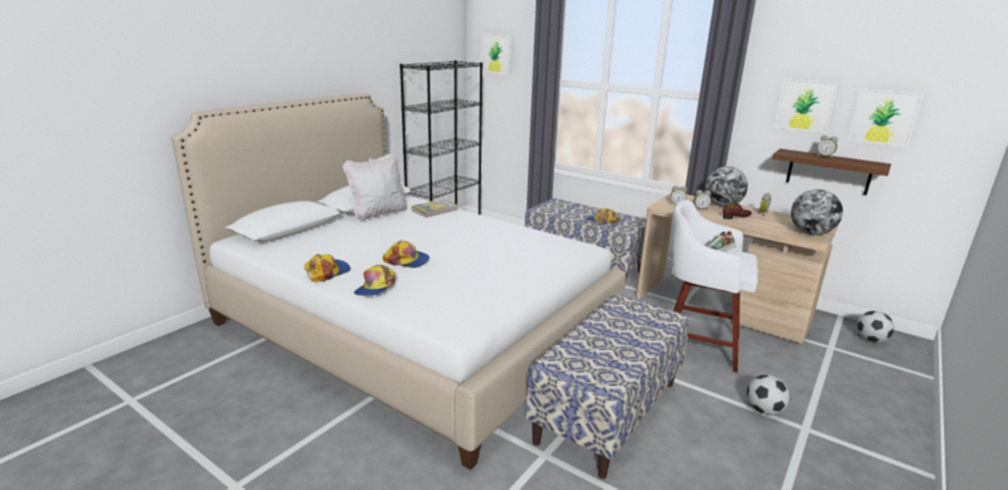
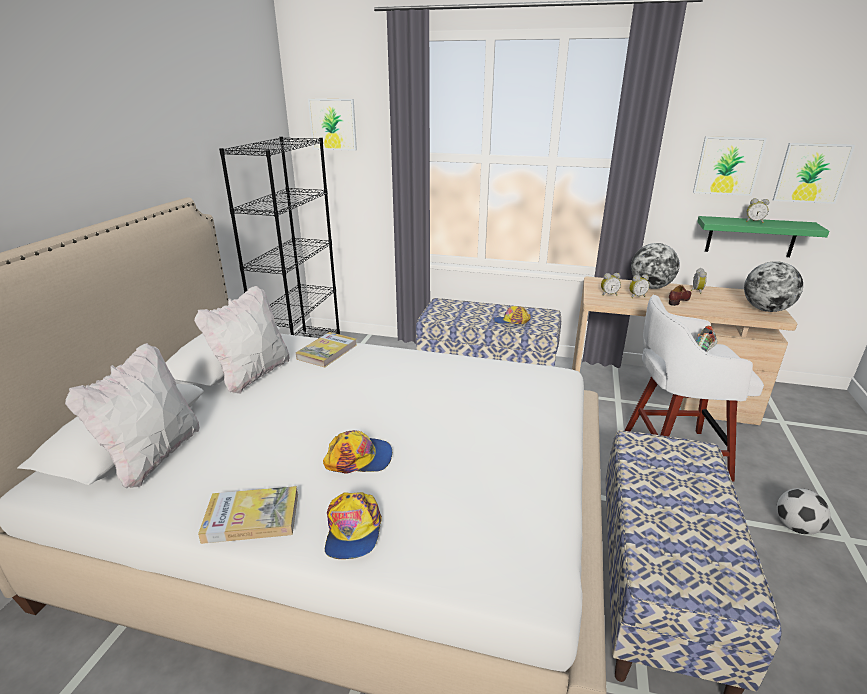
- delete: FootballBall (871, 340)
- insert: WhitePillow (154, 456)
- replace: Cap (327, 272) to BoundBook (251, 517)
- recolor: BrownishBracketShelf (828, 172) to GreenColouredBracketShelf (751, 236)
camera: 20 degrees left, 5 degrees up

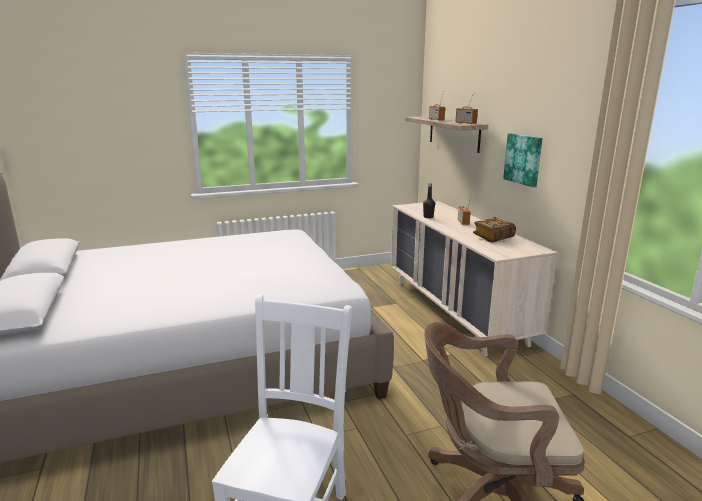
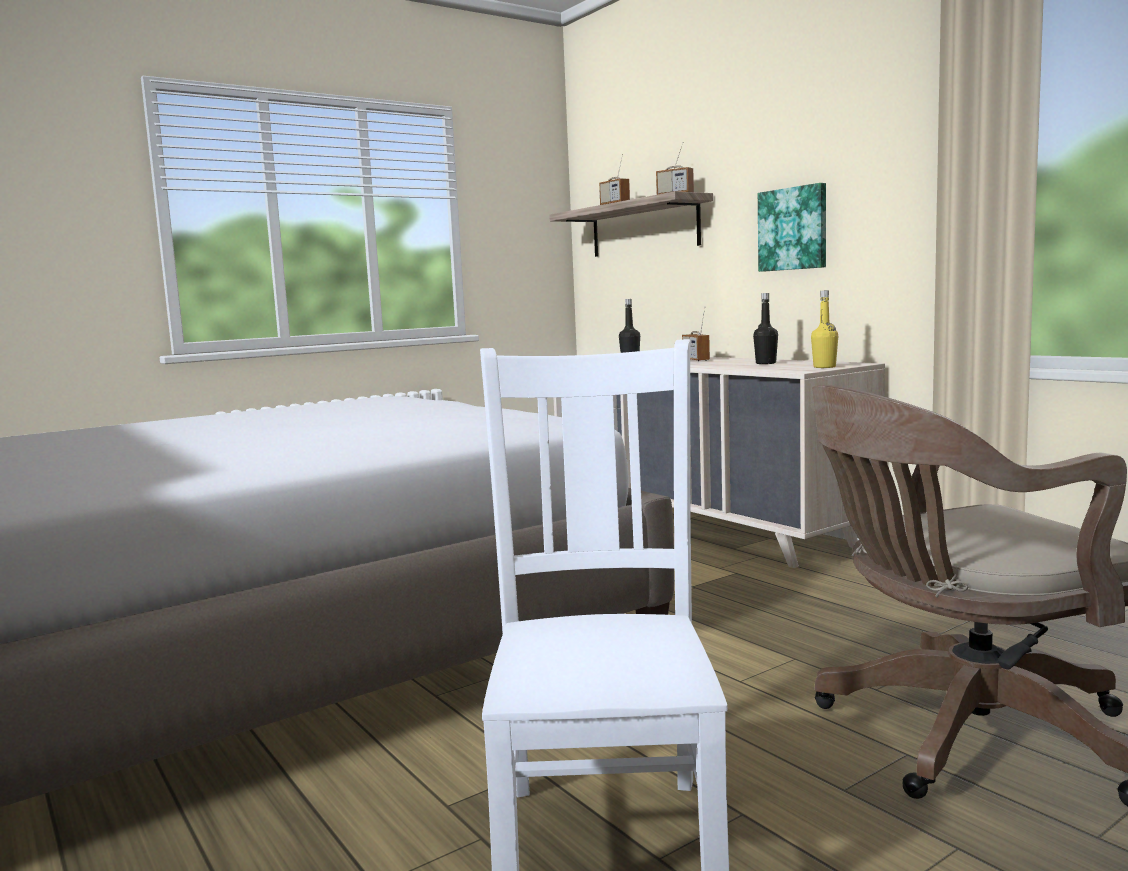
- insert: YellowDrinkBottle (824, 367)
- replace: BoundBook (493, 237) to BlackDrinkBottle (766, 363)
camera: 15 degrees left, 10 degrees down

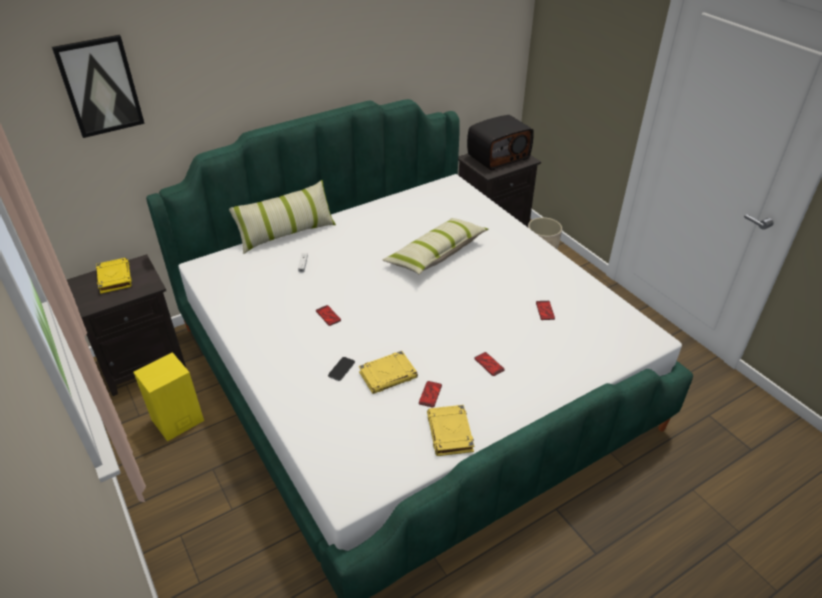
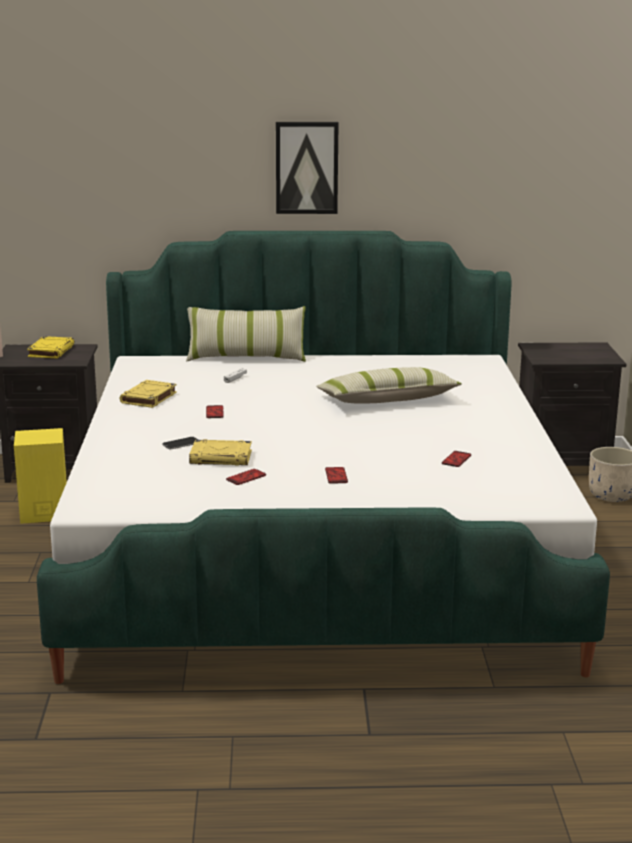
- delete: RadioSet (498, 156)
- move: WallPicture (100, 86) to (306, 167)
- move: YellowBoundBook (450, 433) to (148, 398)
camera: 30 degrees right, 20 degrees down

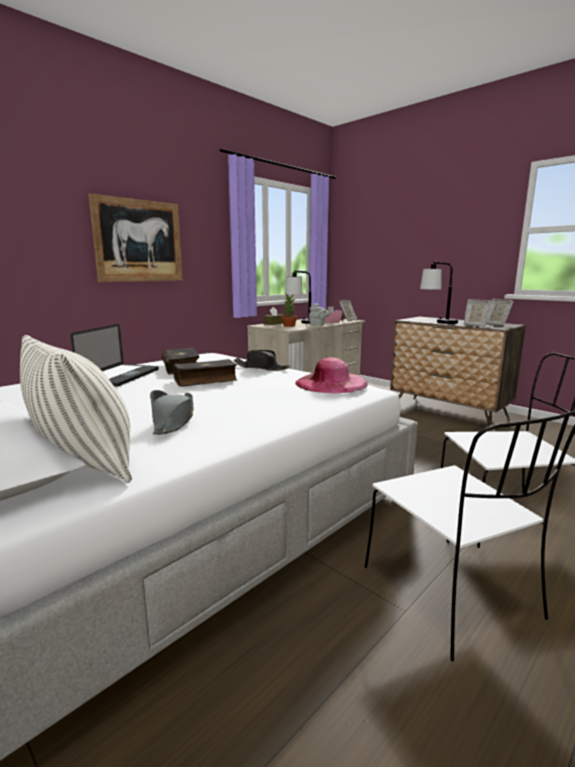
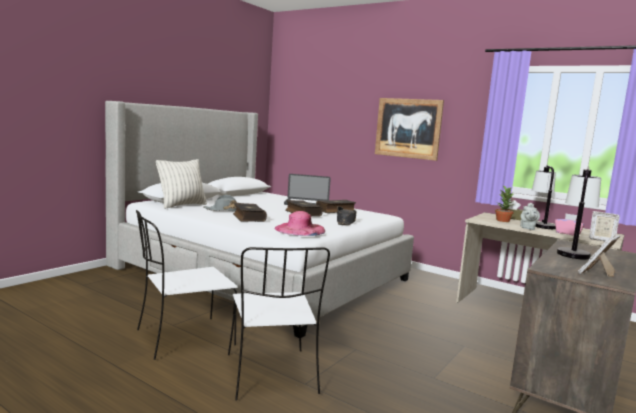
- delete: PhotoFrame (475, 325)
- insert: BoundBook (248, 218)
camera: 80 degrees right, 5 degrees down

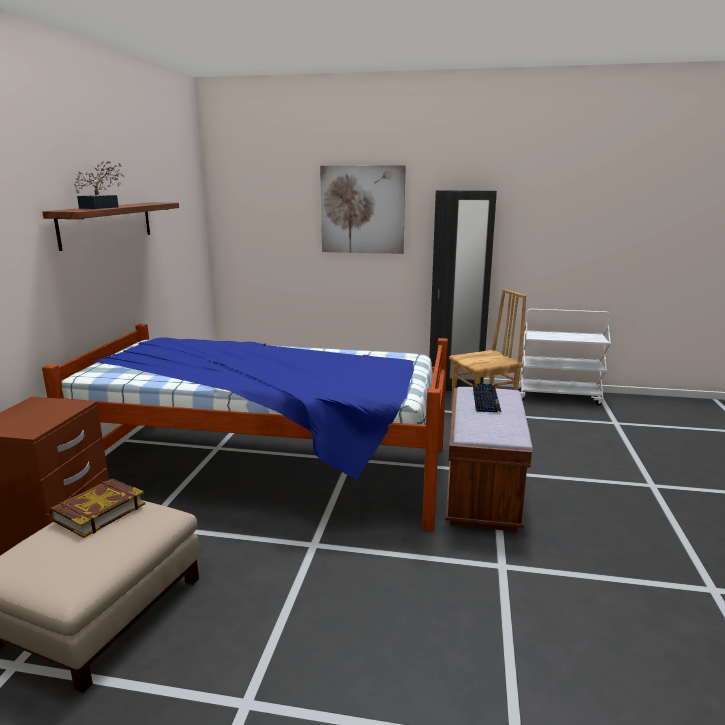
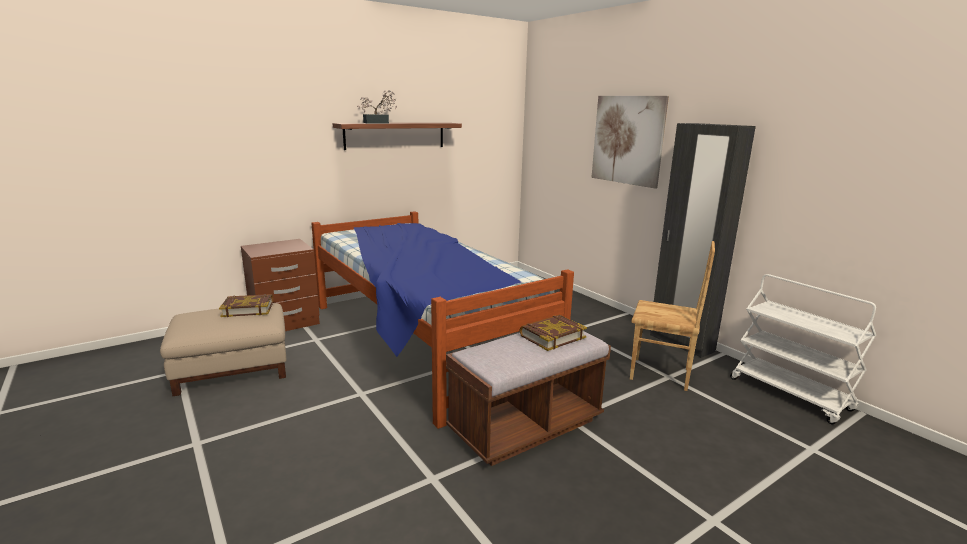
- replace: PcKeyboard (485, 399) to BoundBook (552, 336)
camera: 45 degrees right, 0 degrees up

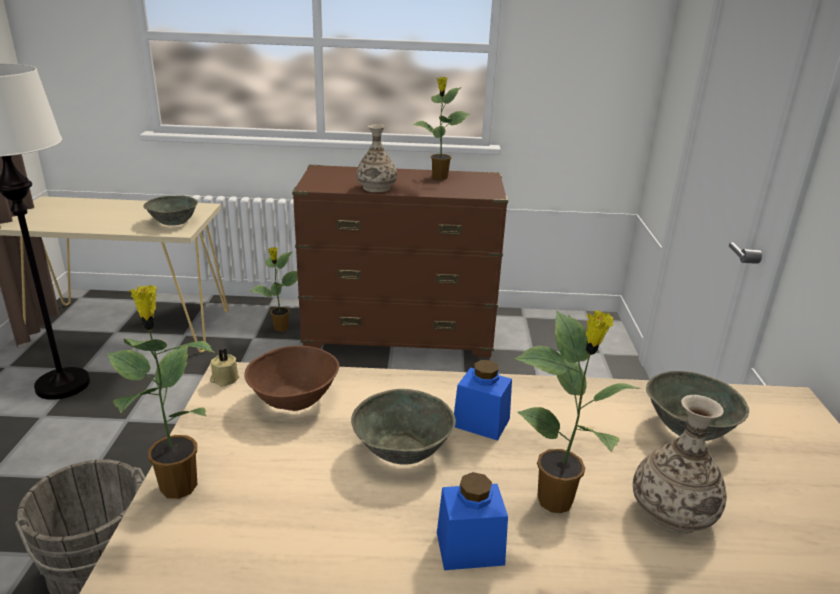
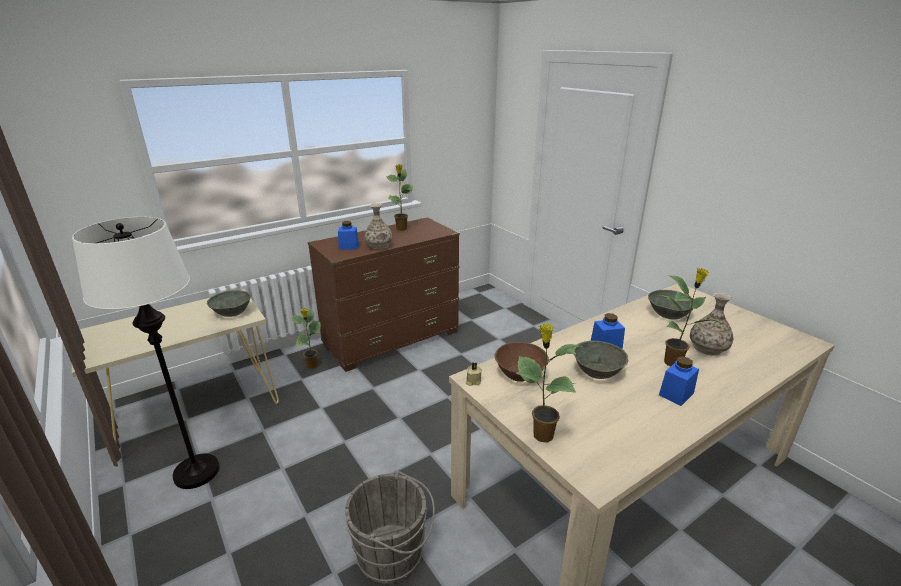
- insert: BluePreserveJar (349, 246)
camera: 35 degrees left, 0 degrees up

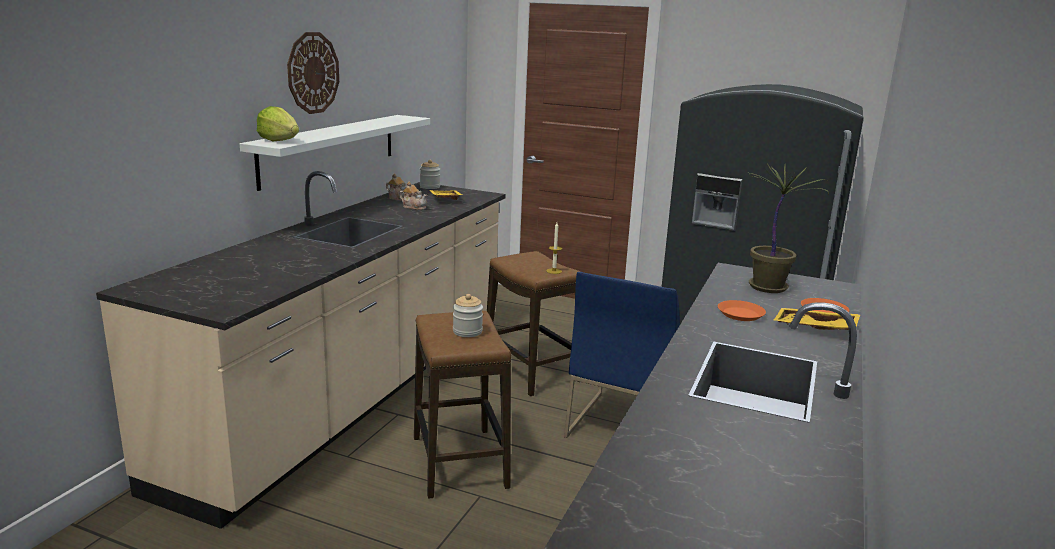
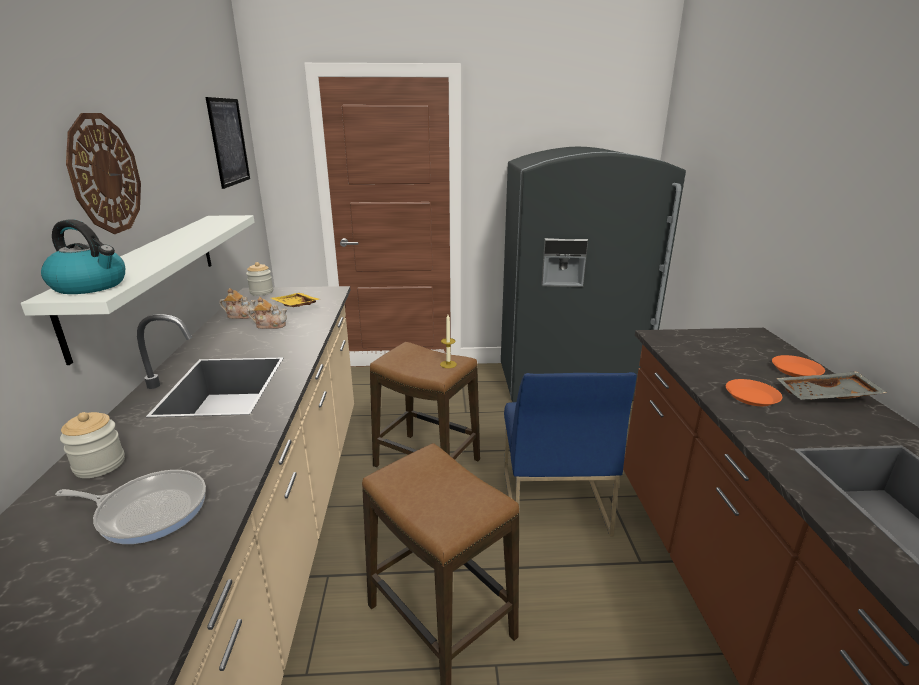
- delete: PottedPlant (769, 287)
- insert: FryingPan (148, 510)
- insert: WallPicture (229, 142)
- move: PreserveJar (467, 332) to (100, 465)
- replace: HeadOfLettuce (279, 141) to WaterKettle (91, 286)
- recolor: YellowServingTray (814, 329) to GreyServingTray (826, 396)
camera: 25 degrees left, 5 degrees up

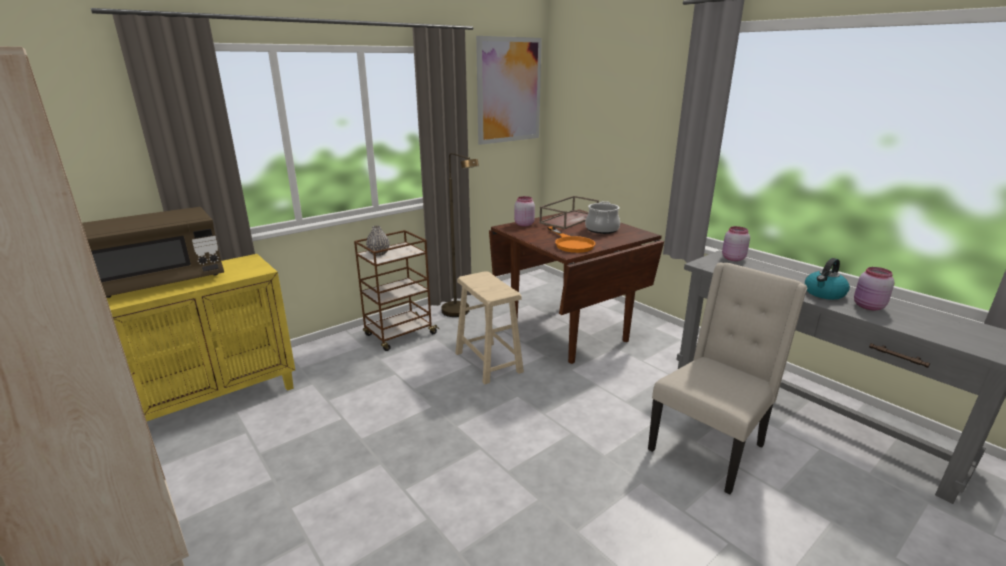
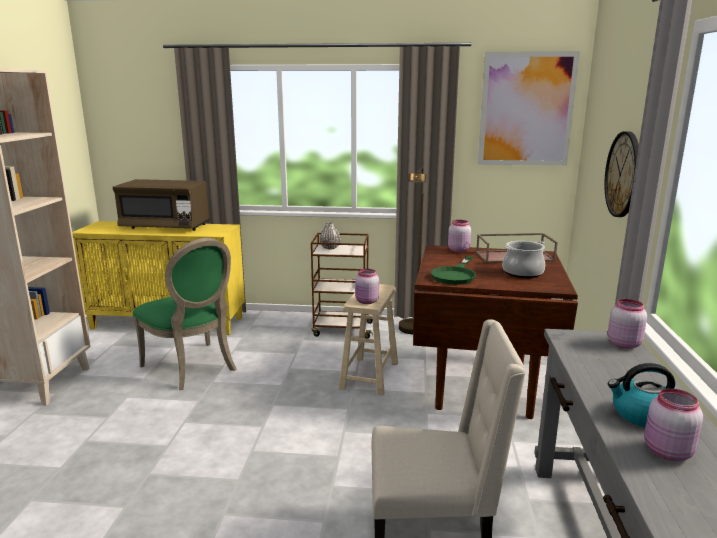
- insert: GreenColouredChair (193, 368)
- insert: PinkishPreserveJar (366, 301)
- insert: HangingClock (623, 174)
- recolor: OrangeFryingPan (571, 244) to GreenColouredFryingPan (455, 275)
camera: 45 degrees right, 5 degrees down

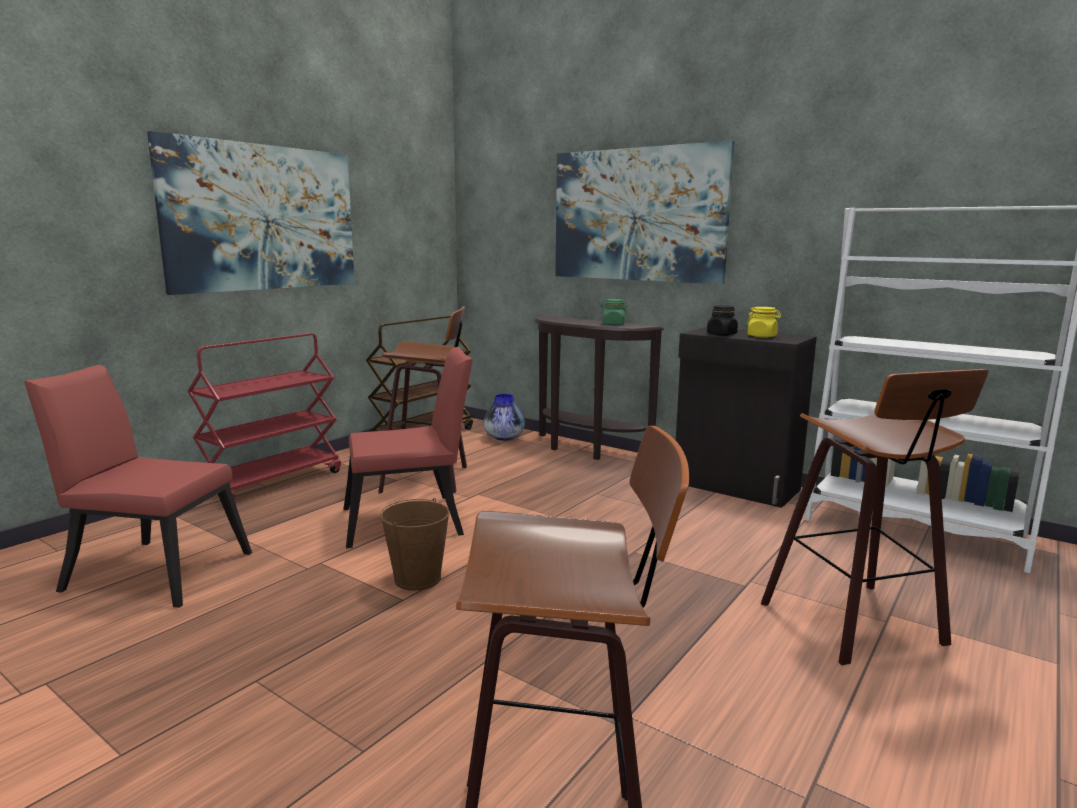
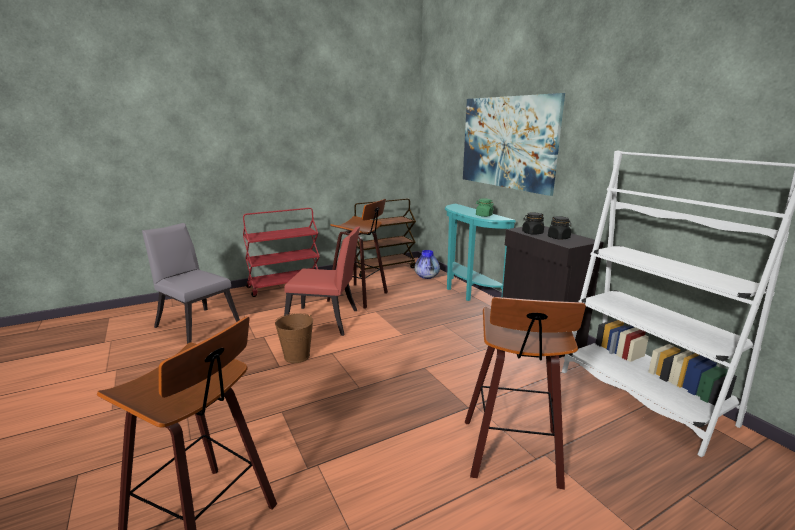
- delete: WallPicture (263, 218)
- recolor: RedChair (152, 570) to GreyChair (196, 324)
- recolor: BrownishNarrowTable (585, 450) to BlueGreenNarrowTable (467, 292)
- recolor: YellowPreserveJar (762, 336) to BlackPreserveJar (558, 238)
camera: 25 degrees right, 5 degrees up

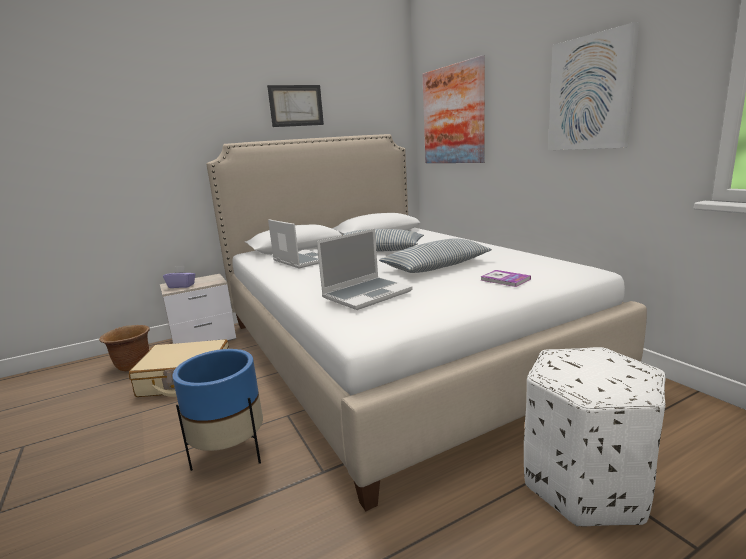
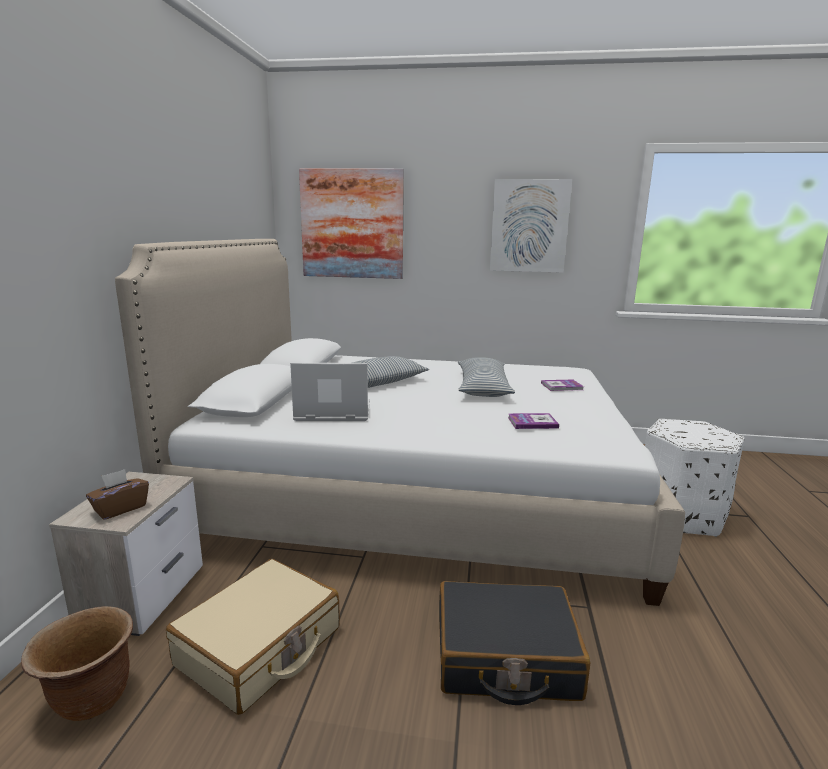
- delete: WallPicture (296, 105)
- replace: BluePlanter (230, 454) to BlackPieceOfLuggage (505, 657)
- replace: Laptop (367, 294) to BoundBook (532, 422)
- recolor: PurpleTissueBox (181, 286) to BrownishTissueBox (120, 508)
camera: 55 degrees left, 0 degrees up

